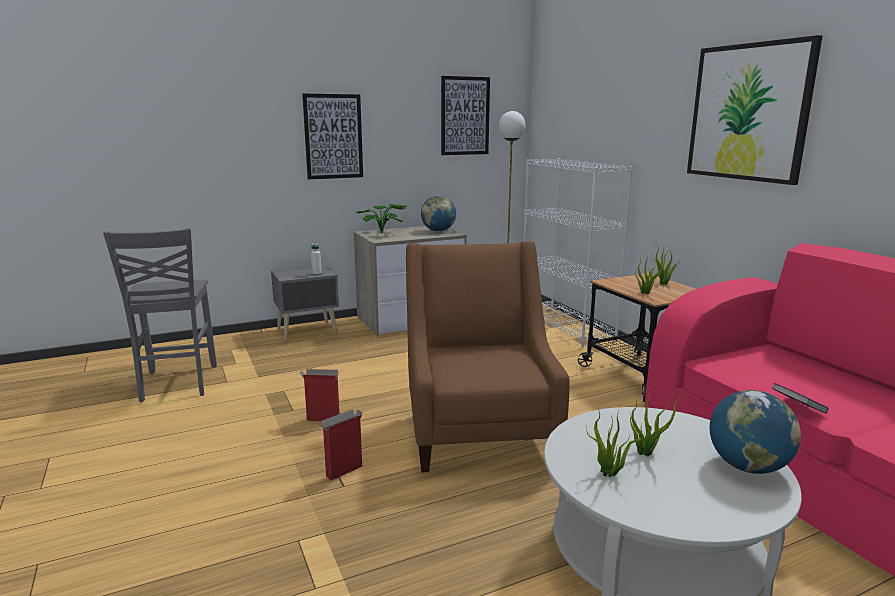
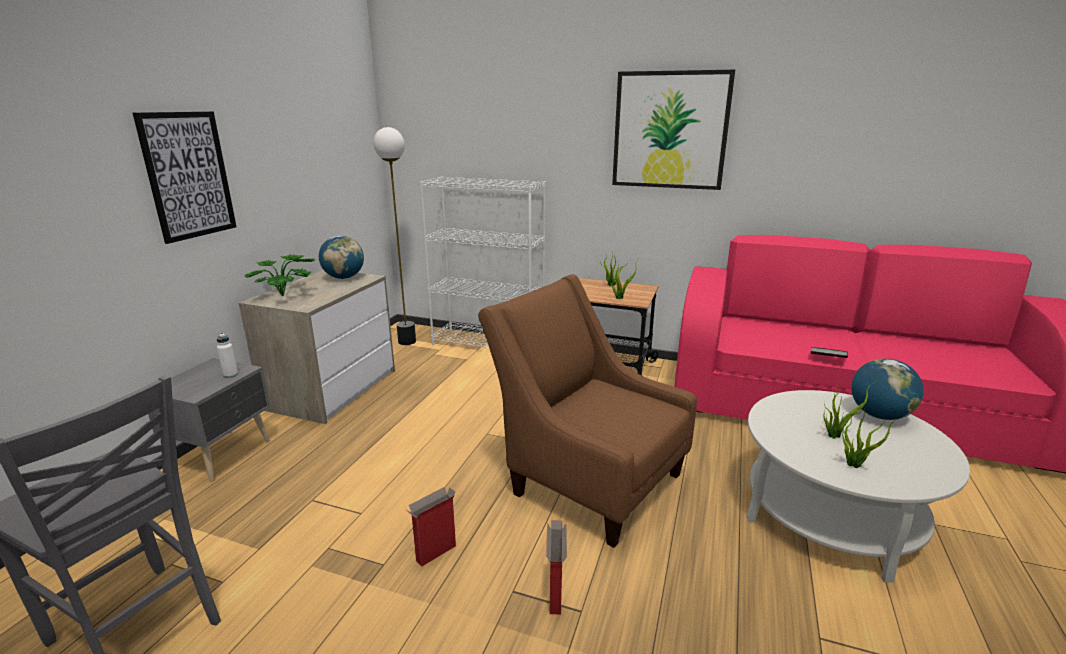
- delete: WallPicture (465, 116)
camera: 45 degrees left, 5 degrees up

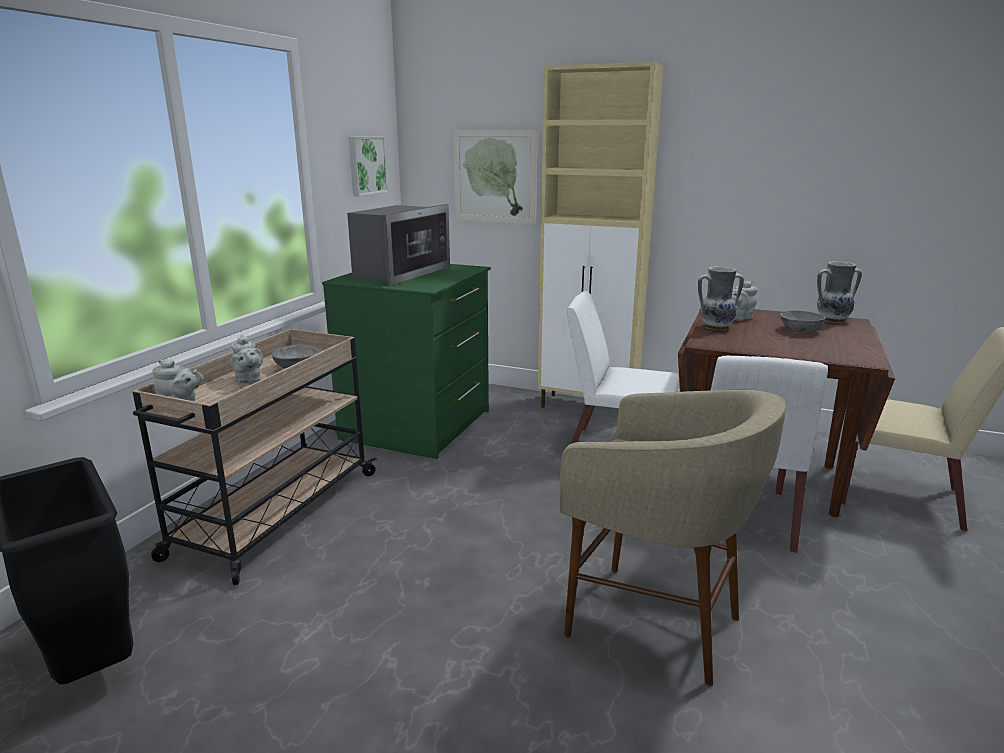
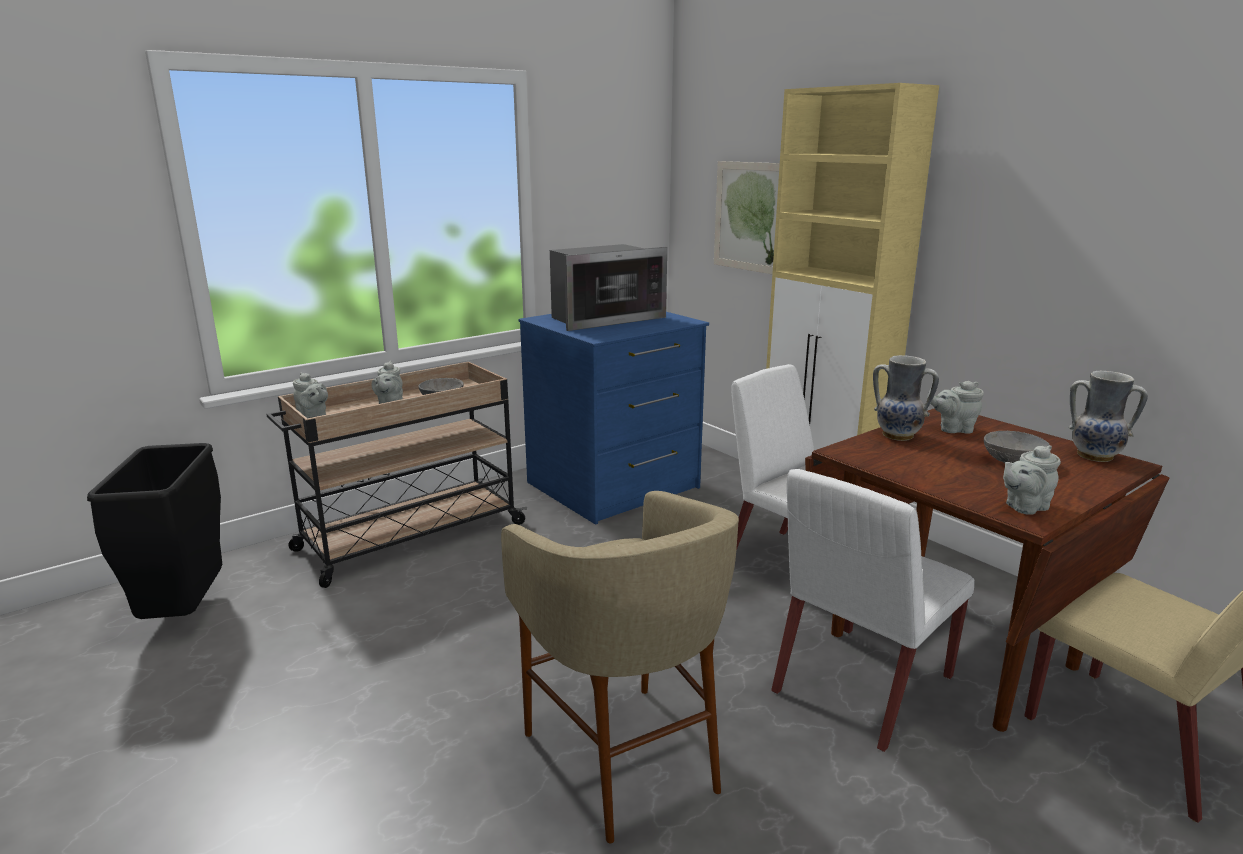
- delete: WallPicture (366, 165)
- insert: GreyTeapot (1024, 507)
- recolor: GreenColouredDrawerChest (418, 425) to BlueDrawerChest (614, 486)
camera: 30 degrees right, 0 degrees up

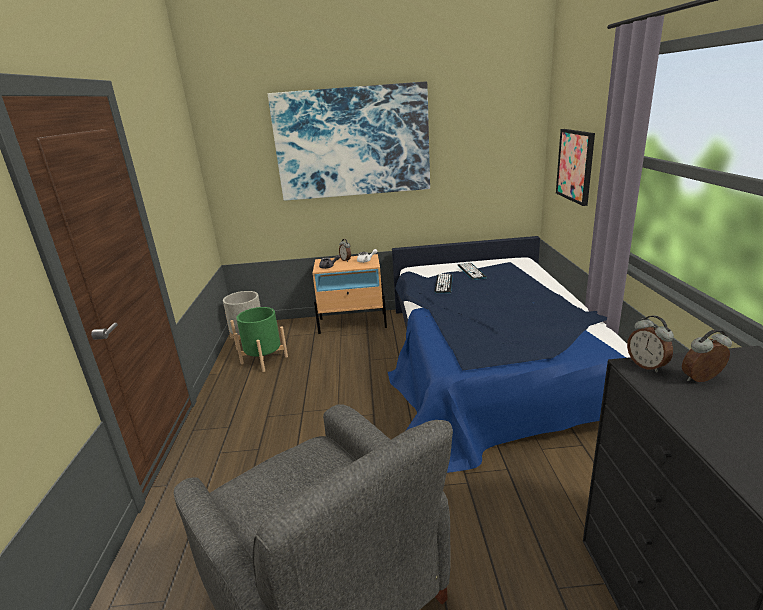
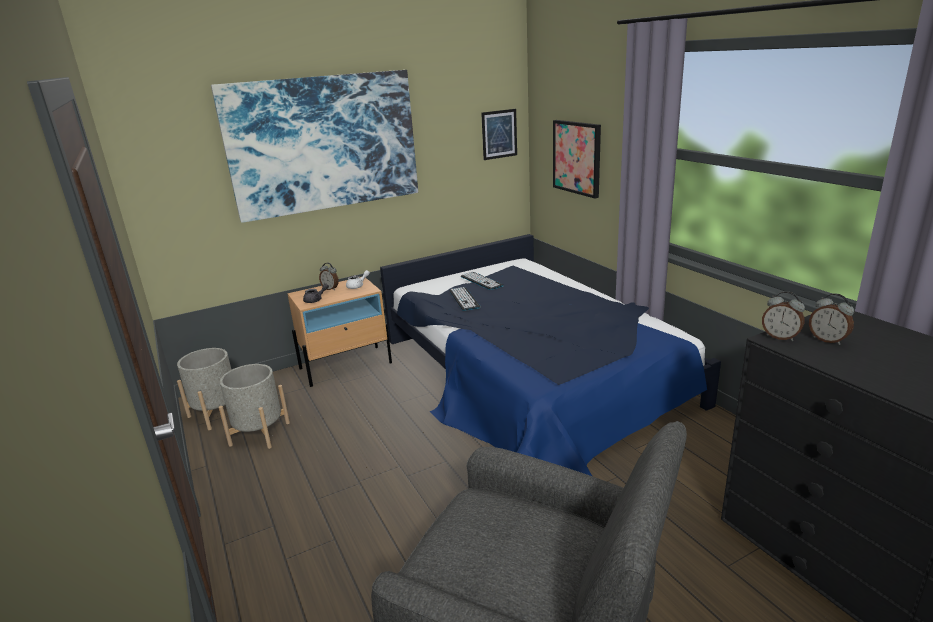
- insert: WallPicture (499, 134)
- recolor: GreenColouredPlanter (264, 360) to GreyPlanter (260, 434)
- rotate: BedsideClock (702, 380) = (827, 340) 90 degrees counterclockwise
camera: 25 degrees left, 0 degrees up

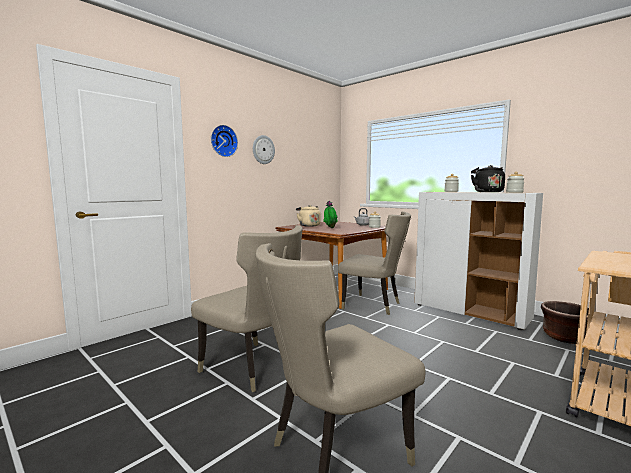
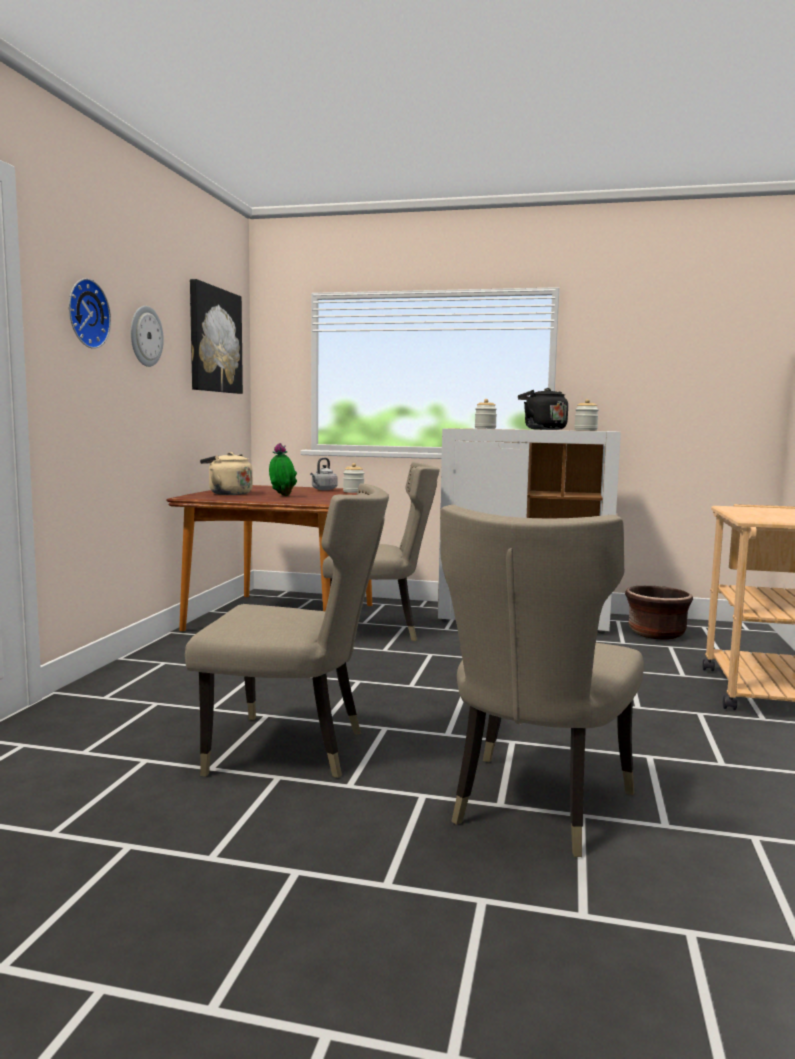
- insert: WallPicture (214, 340)
camera: 30 degrees left, 0 degrees up

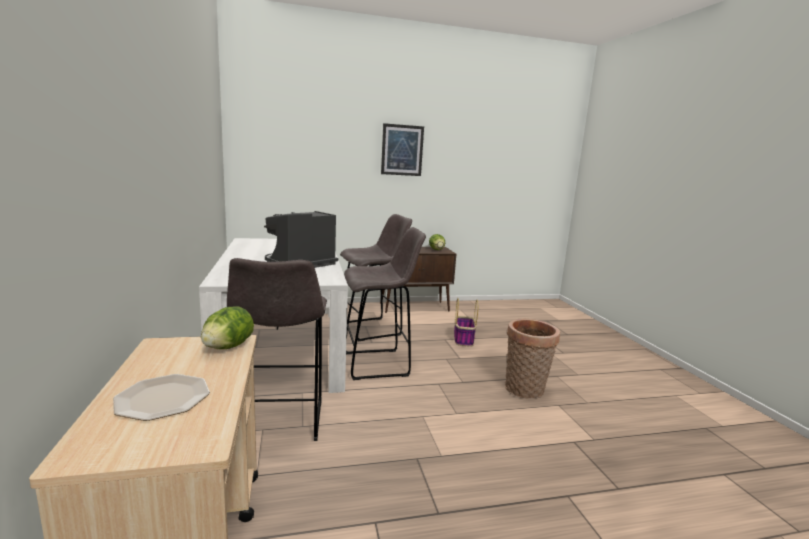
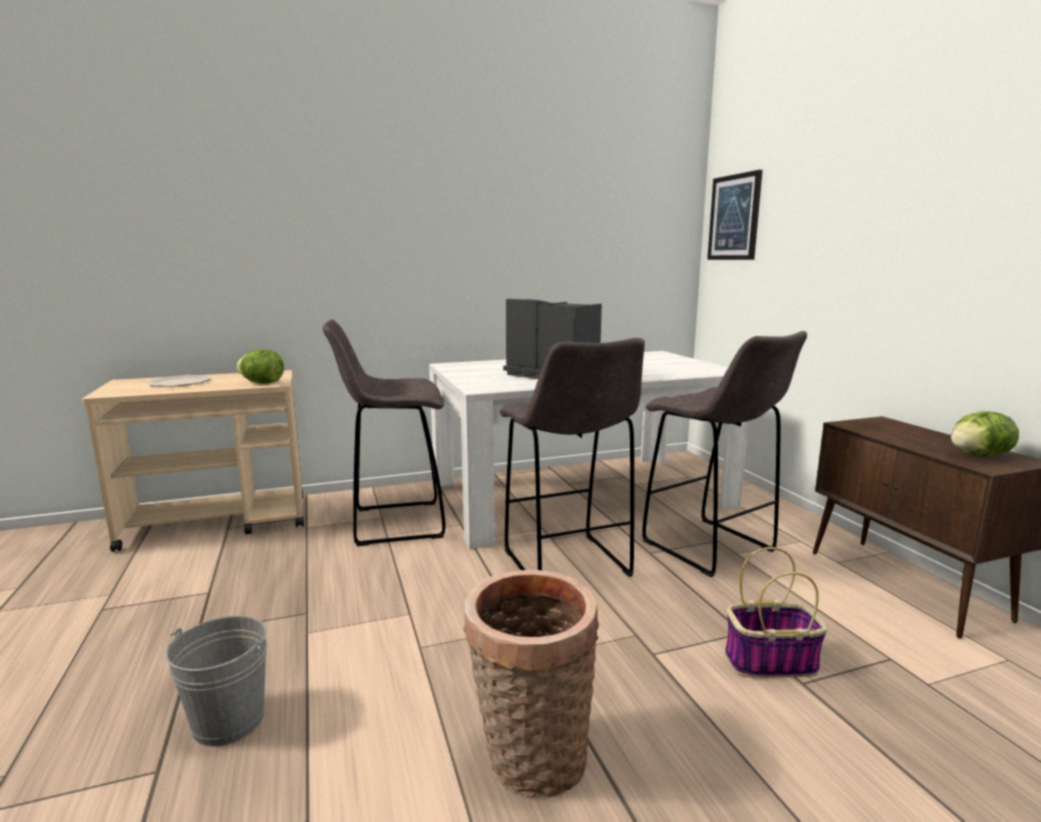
- insert: GreyPail (228, 720)
- move: WallPicture (402, 150) to (734, 217)
camera: 85 degrees right, 0 degrees up

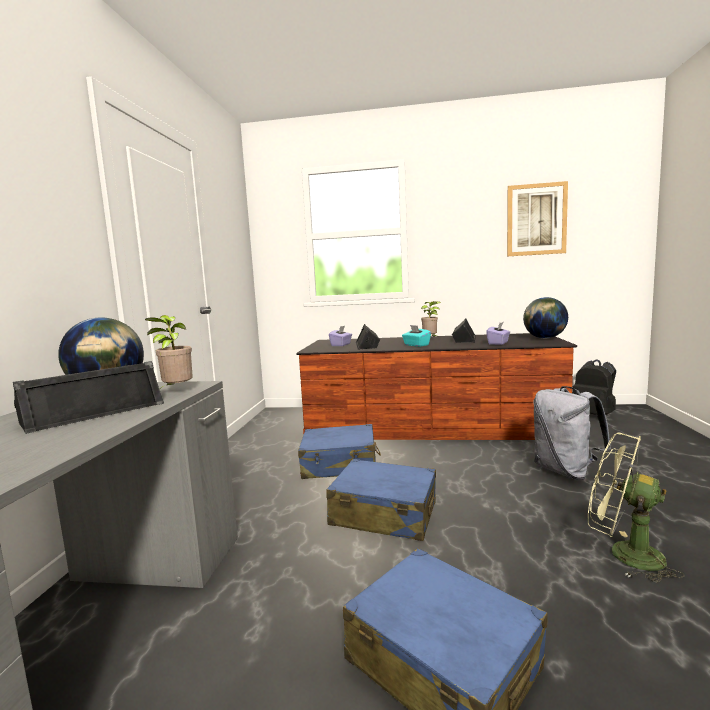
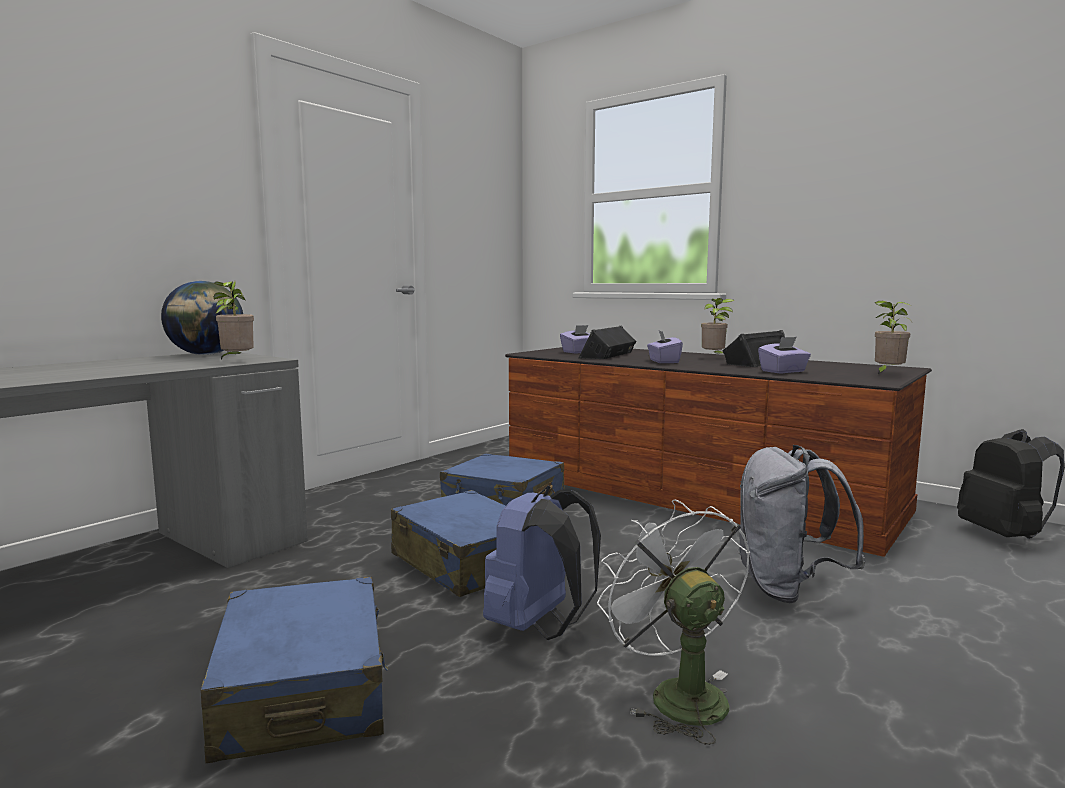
- delete: BlackSpeaker (94, 412)
- delete: WallPicture (536, 219)
- insert: BlueRucksack (538, 627)
- replace: DeskGlobe (544, 338) to PottedPlant (887, 374)
- recolor: BlueGreenTissueBox (416, 345) to PurpleTissueBox (663, 361)
- recolor: GreenColouredCoolingFan (624, 554) to WhiteCoolingFan (676, 694)
camera: 30 degrees right, 0 degrees up

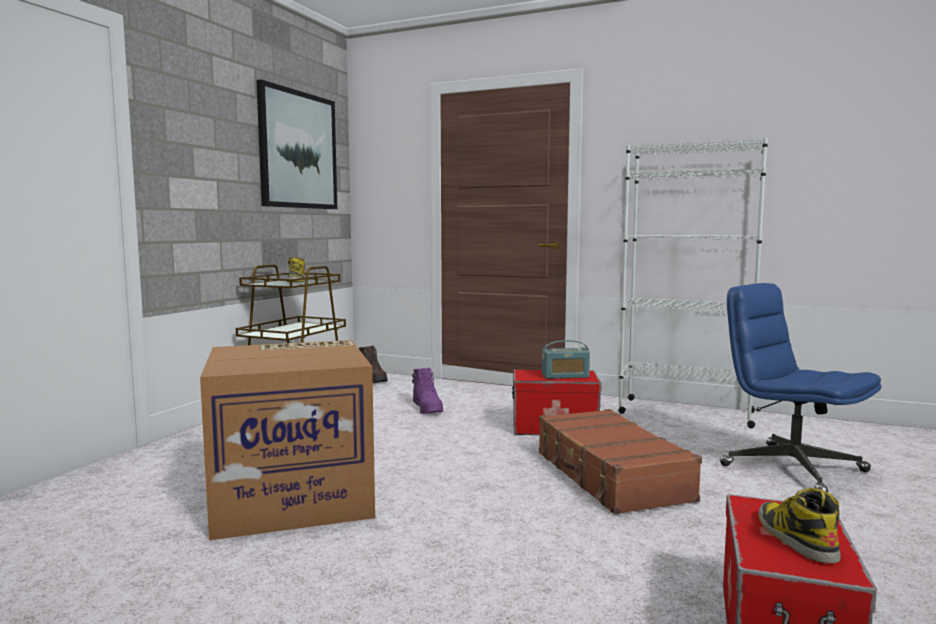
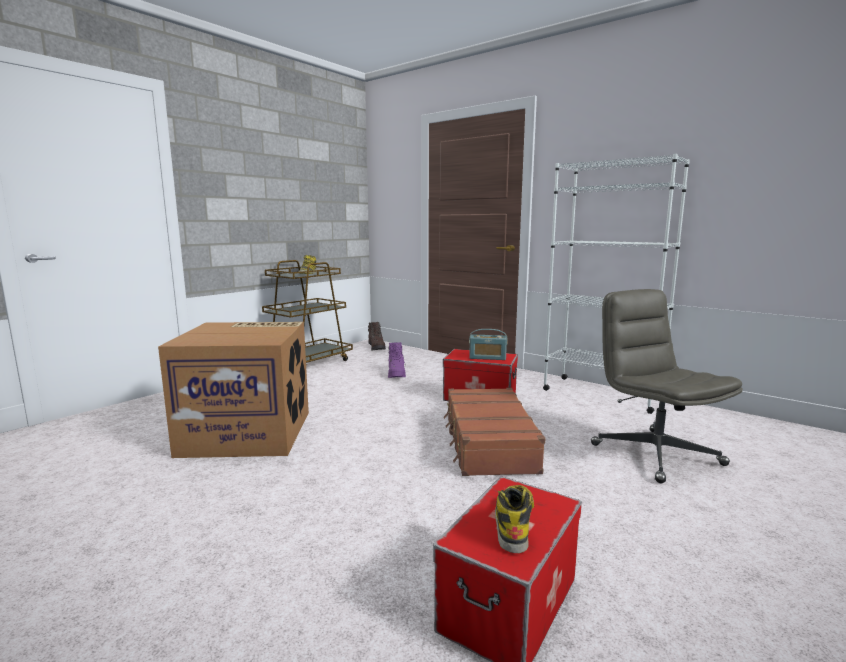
- delete: WallPicture (298, 150)
- recolor: BlueDeskChair (791, 468) to GreyDeskChair (654, 454)
camera: 15 degrees right, 5 degrees up

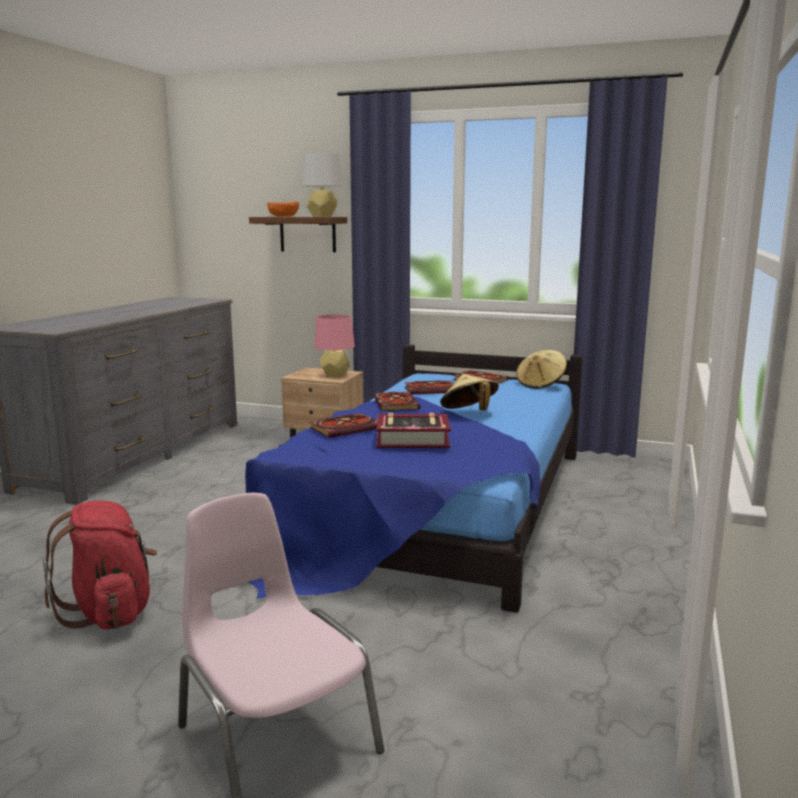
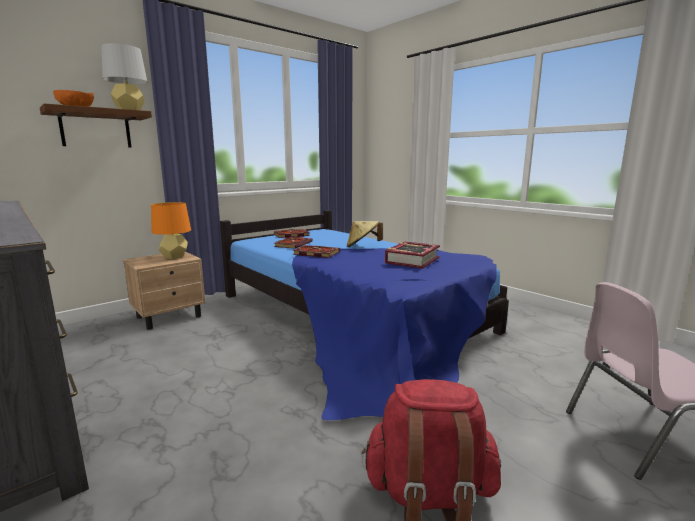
- delete: BoundBook (346, 428)
- delete: BeigeColouredClothingHat (541, 384)
- recolor: PinkishTableLamp (335, 375) to OrangeTableLamp (174, 256)
camera: 60 degrees left, 0 degrees up

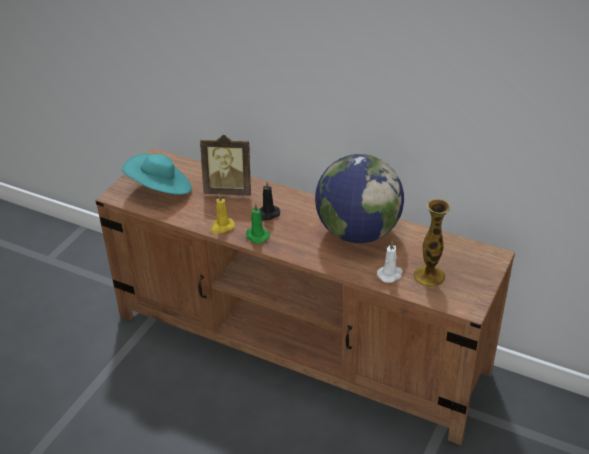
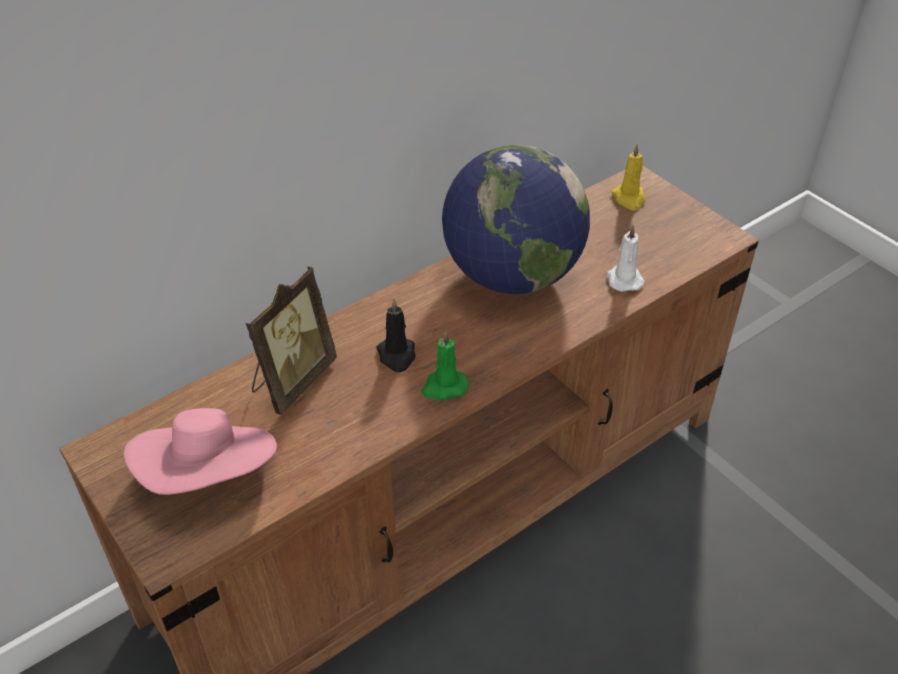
- delete: Vase (429, 276)
- move: YellowWaxLight (222, 227) to (629, 199)
- recolor: BlueGreenClothingHat (160, 189) to PinkishClothingHat (210, 475)
camera: 65 degrees left, 5 degrees up

